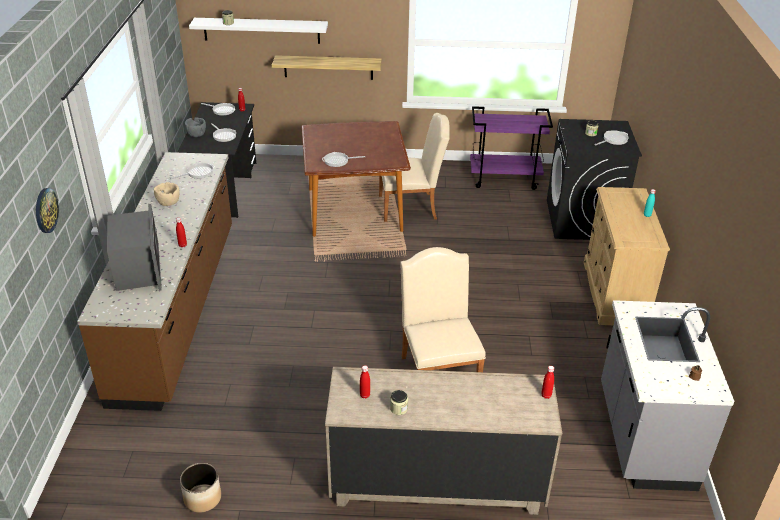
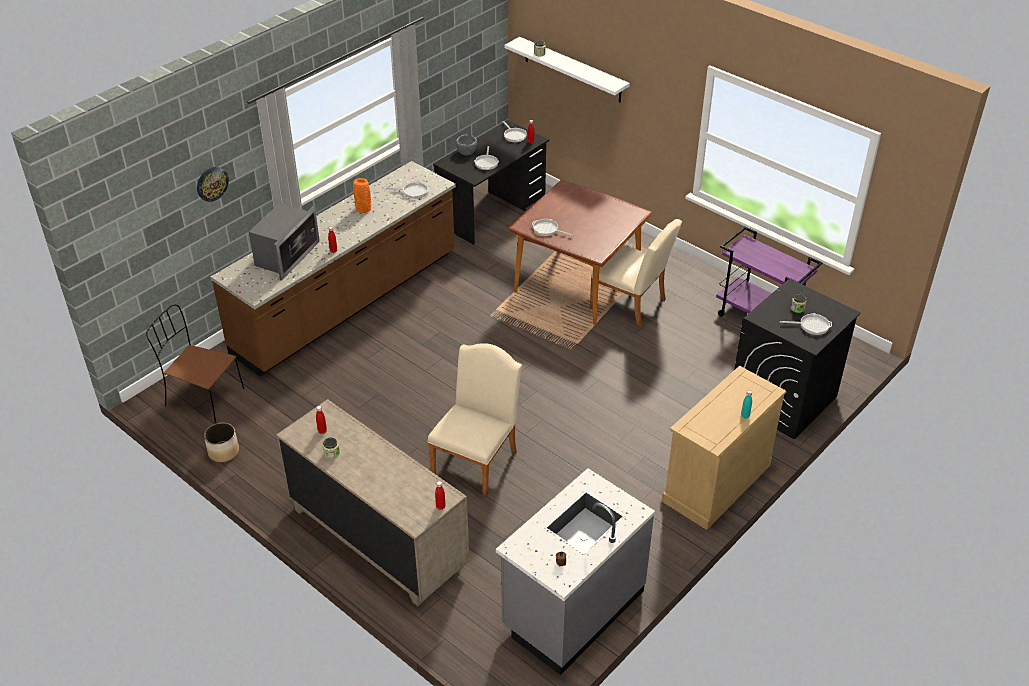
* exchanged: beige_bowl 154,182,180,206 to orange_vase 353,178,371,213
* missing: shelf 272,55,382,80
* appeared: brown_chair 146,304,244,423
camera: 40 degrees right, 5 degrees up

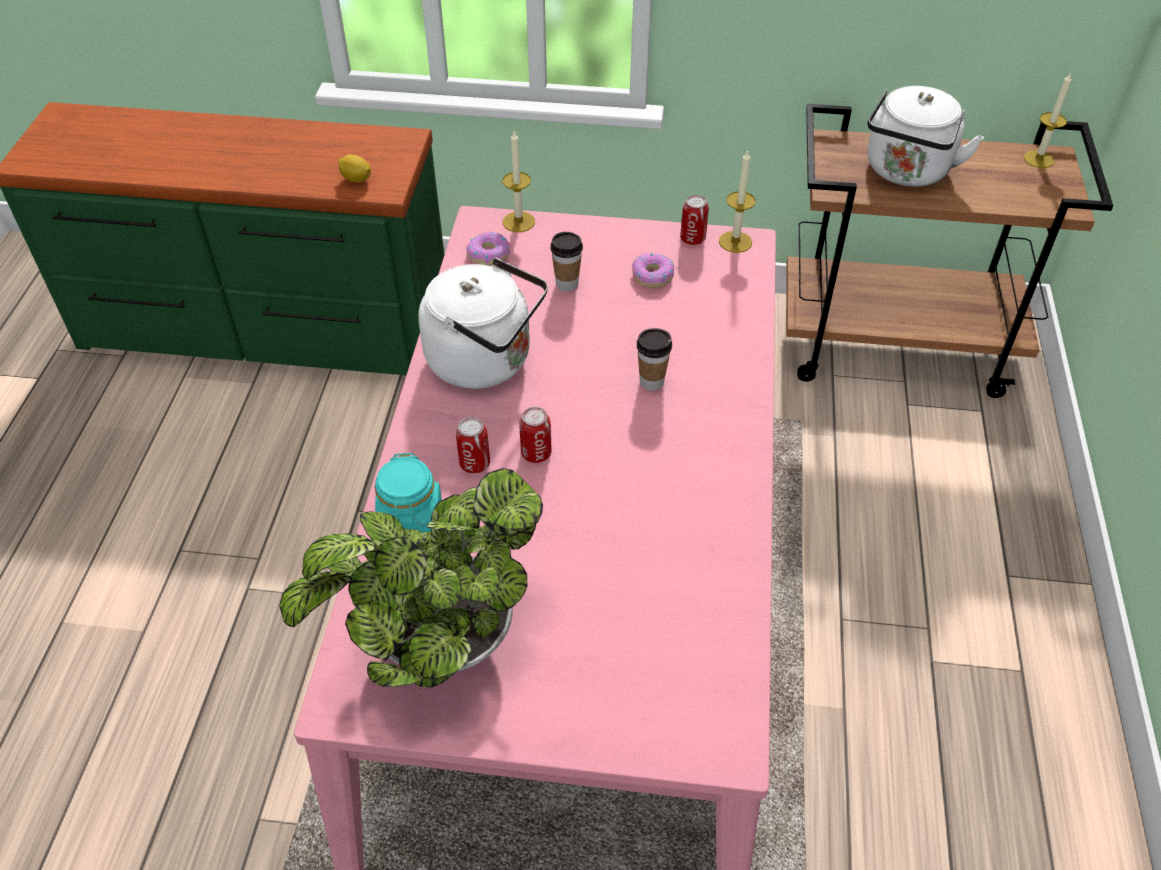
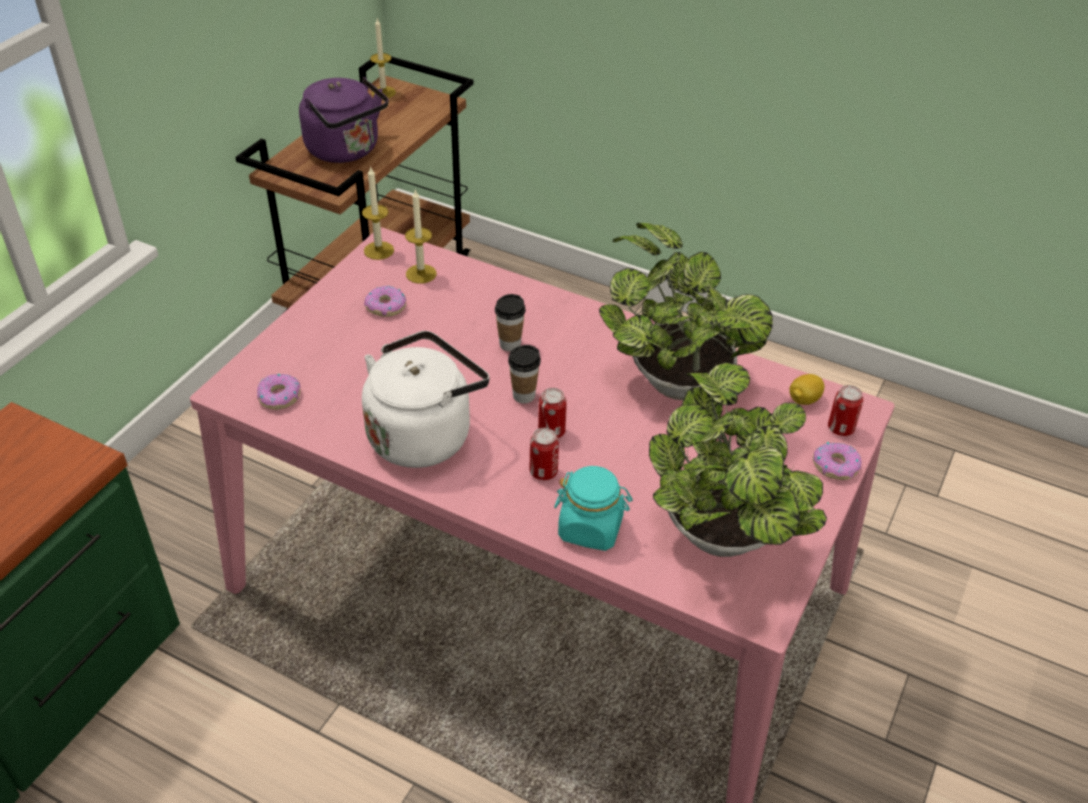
* relocated: lemon 338,154,371,182 to 789,374,825,405
* relocated: candle 503,131,535,232 to 405,189,436,284
* relocated: cup 550,232,583,291 to 508,345,541,403
* relocated: can 680,195,709,245 to 828,385,863,436
* colour: white_kettle 867,86,984,187 to purple_kettle 299,76,389,163
* appeared: potted_plant 599,223,773,400
* appeared: donut 813,442,862,480
camera: 70 degrees left, 5 degrees down

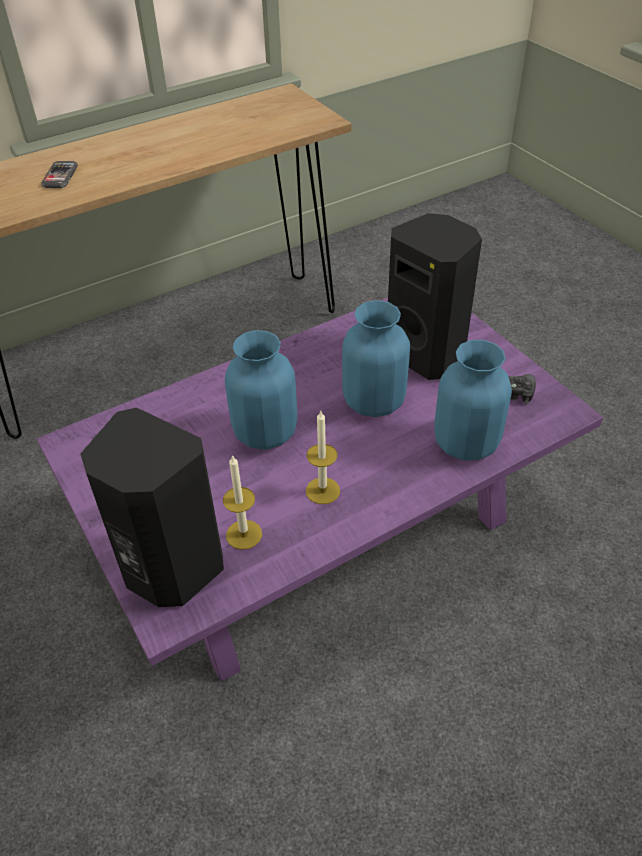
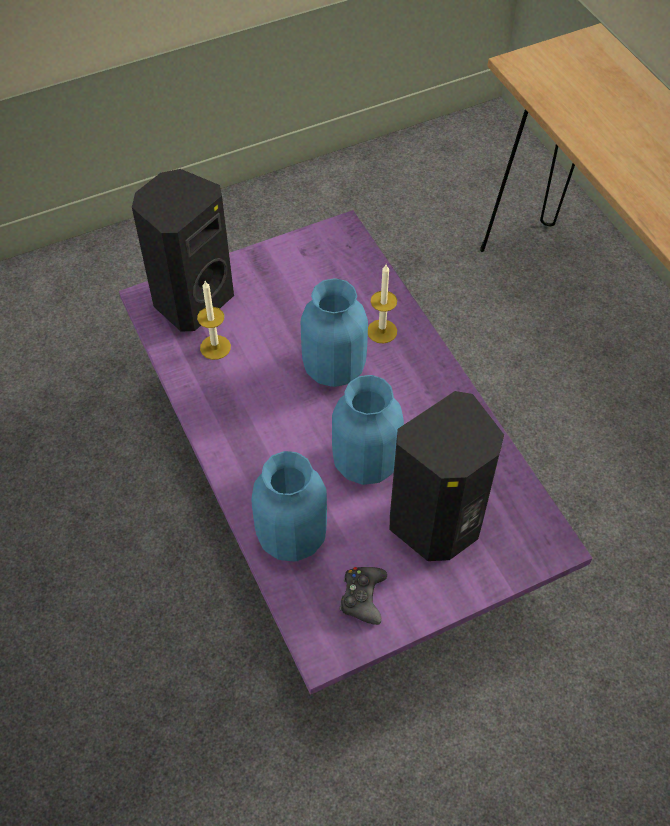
* missing: phone 41,161,78,188
* relocated: candle 306,411,340,504 to 368,265,397,343
camera: 95 degrees right, 10 degrees up

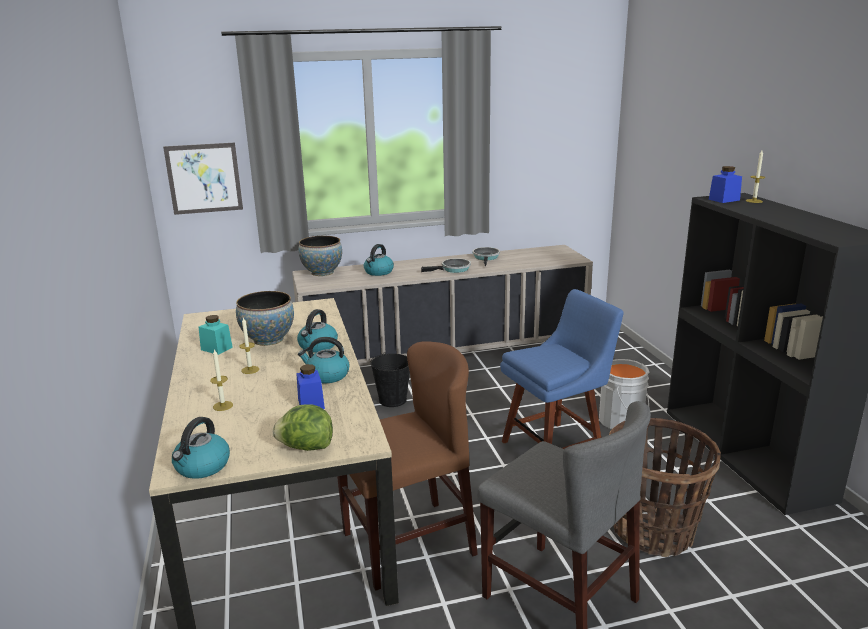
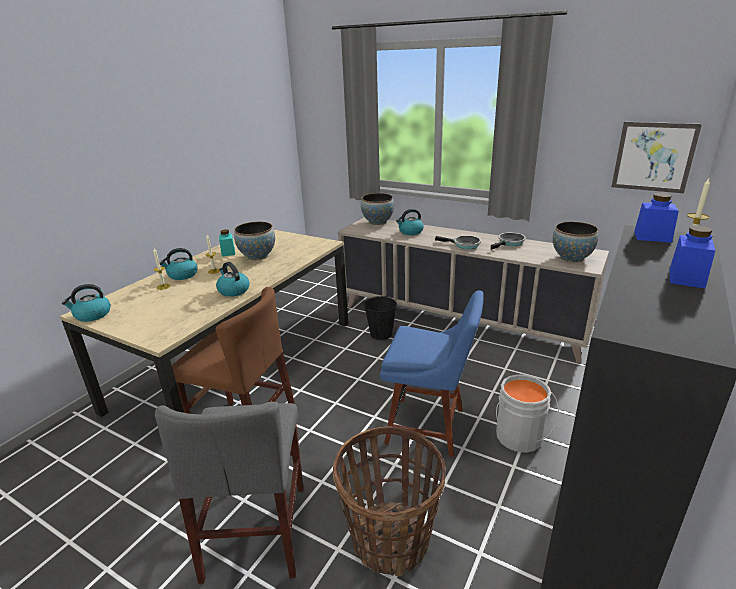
* relocated: picture 163,143,243,215 to 611,122,702,193
* missing: lettuce 273,404,333,451
* relocated: blue_jar 296,364,325,409 to 669,226,715,289
* relocated: kettle 297,309,338,352 to 159,248,198,280
* appeared: bowl 553,222,598,263
camera: 45 degrees right, 5 degrees up

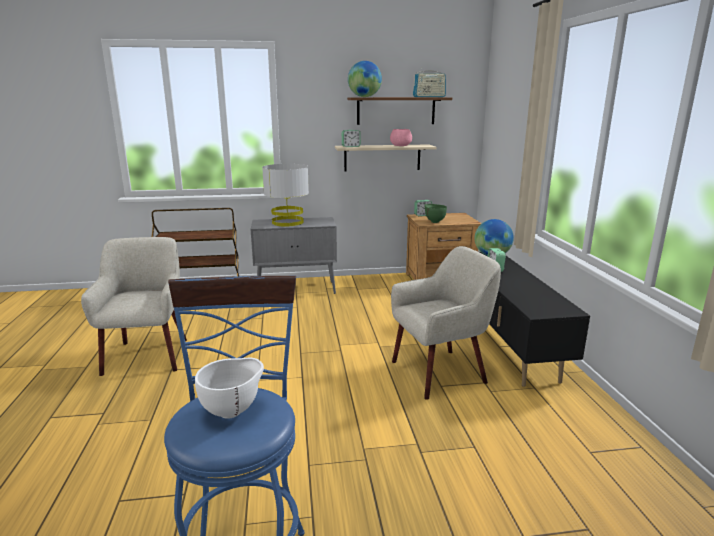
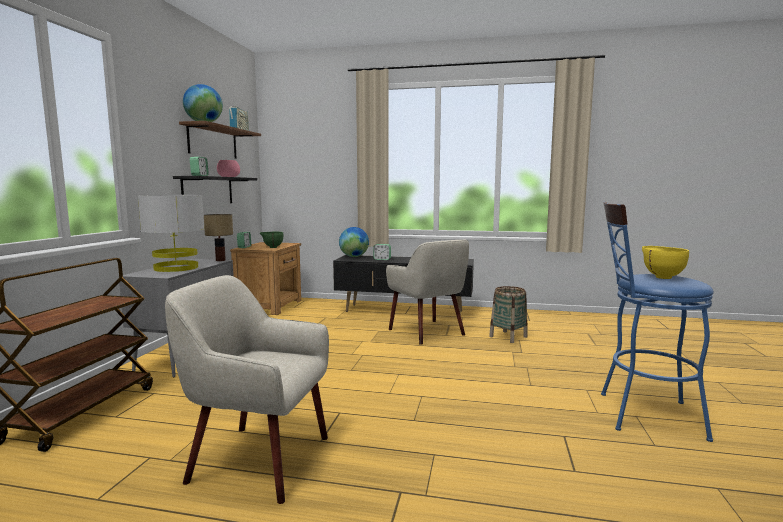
* colour: white_bowl 195,358,264,419 to yellow_bowl 642,246,689,279
* colour: beige_shelf 335,145,437,172 to black_shelf 173,176,257,203
* spun: beige_armchair 391,246,501,400 = 386,240,469,345 150 degrees clockwise
* appeared: table_lamp 204,214,233,261
* appeared: basket 489,286,528,343
camera: 70 degrees left, 10 degrees down

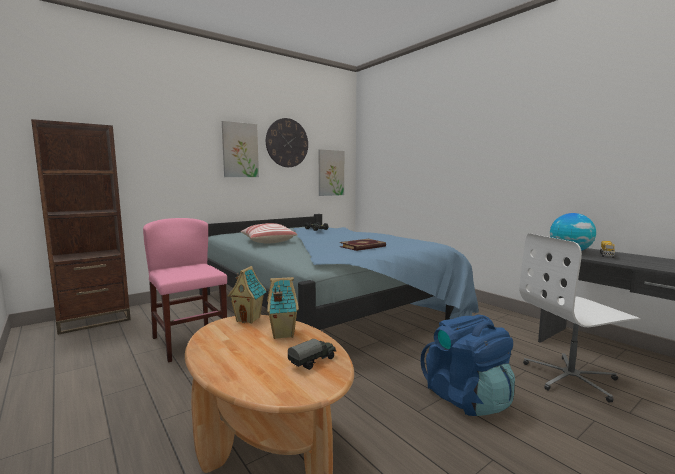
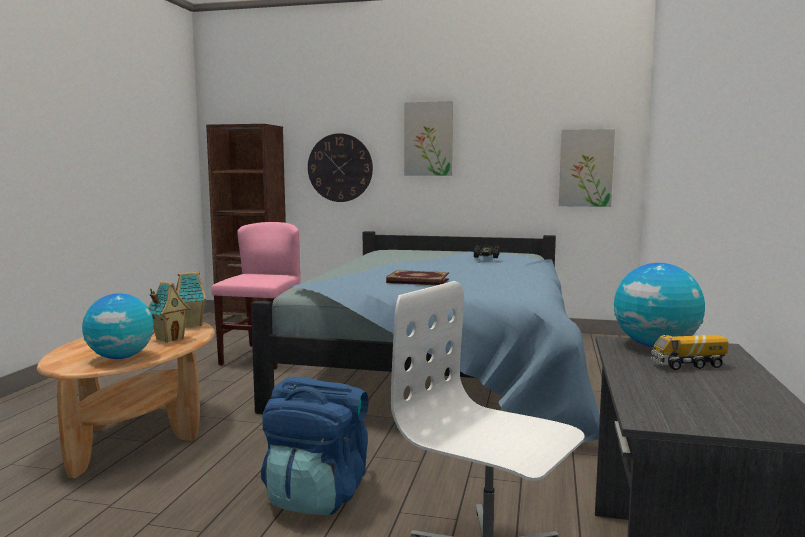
* missing: pillow 240,223,297,243
* relocated: wall_clock 266,118,308,167 to 308,133,373,202
* exchanged: toy_truck 288,339,336,370 to globe 82,293,154,359
camera: 50 degrees right, 0 degrees up

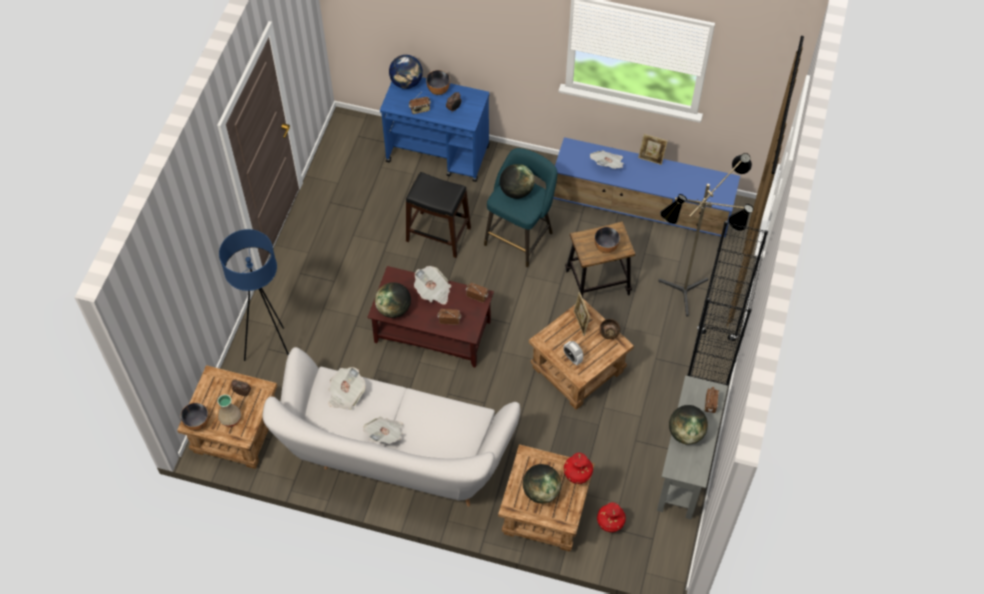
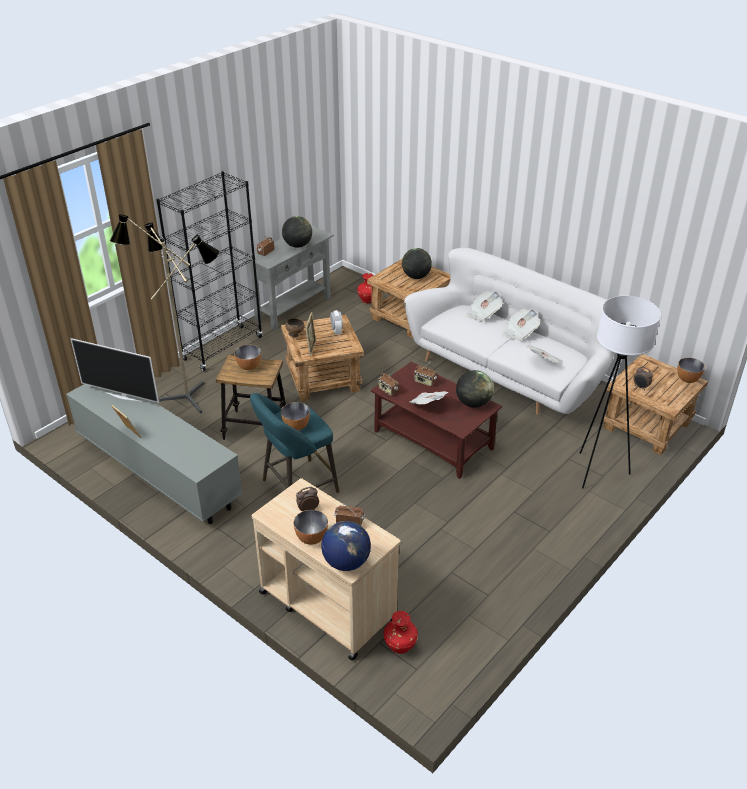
* missing: beige_vase 217,394,241,427
* colour: blue_floor_lamp 219,229,289,361 to white_floor_lamp 580,296,661,488
* colour: blue_cart 380,77,490,182 to beige_cart 252,478,401,661
* missing: black_stool 406,172,471,258
* exchanged: globe 500,164,534,199 to bowl 281,402,310,431
* colour: blue_tv_stand 553,137,740,237 to grey_tv_stand 66,384,243,524
* relocated: red_vase 564,453,593,484 to 384,611,418,654
* relocated: newspaper 590,150,624,169 to 466,291,502,322
* appeared: television 71,338,159,403
camera: 155 degrees left, 20 degrees down

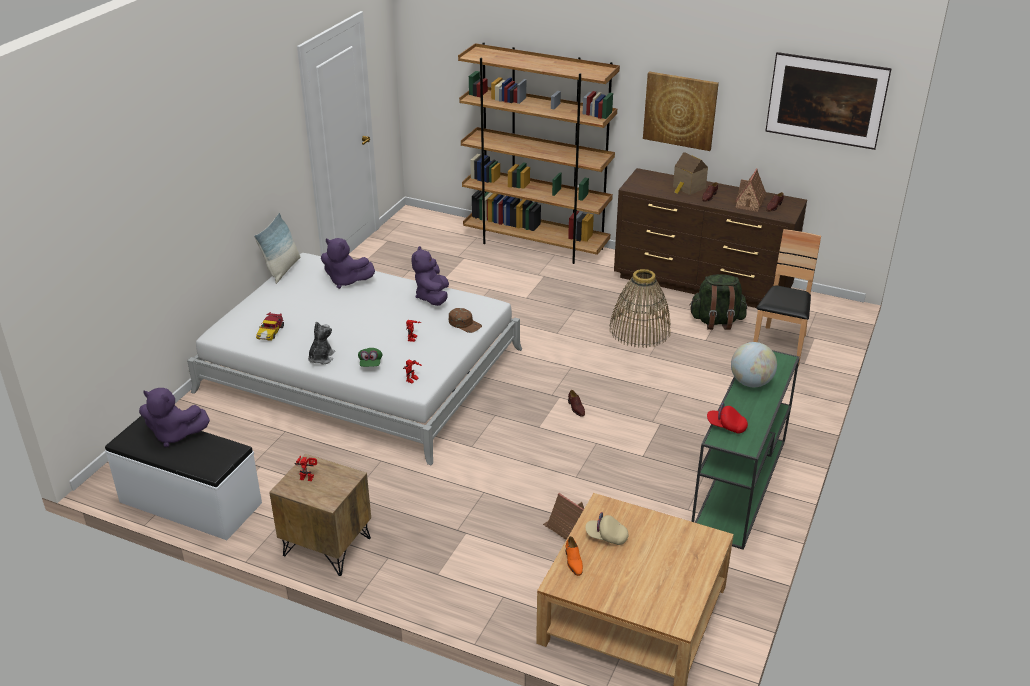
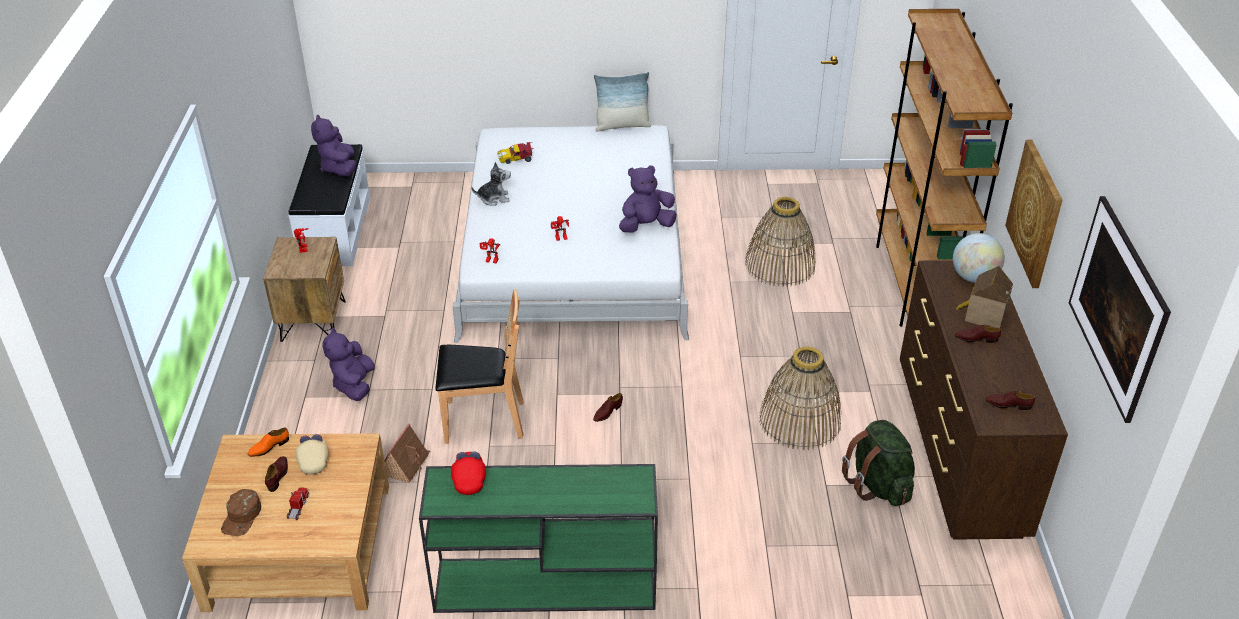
* relocated: purple_plush_toy 321,238,375,289 to 322,328,375,401
* missing: green_cap 358,348,383,367
* relocated: brown_cap 449,308,482,333 to 221,489,261,536
* relocated: globe 731,342,777,387 to 953,233,1005,283
* missing: toy_house 735,168,767,212
* relocated: brown_chair 753,229,821,366 to 435,289,524,444
* appeared: brown_shoe 265,456,288,492
* appeared: toy_truck 287,487,309,520
* appeared: basket 745,197,816,287
camera: 65 degrees right, 5 degrees up

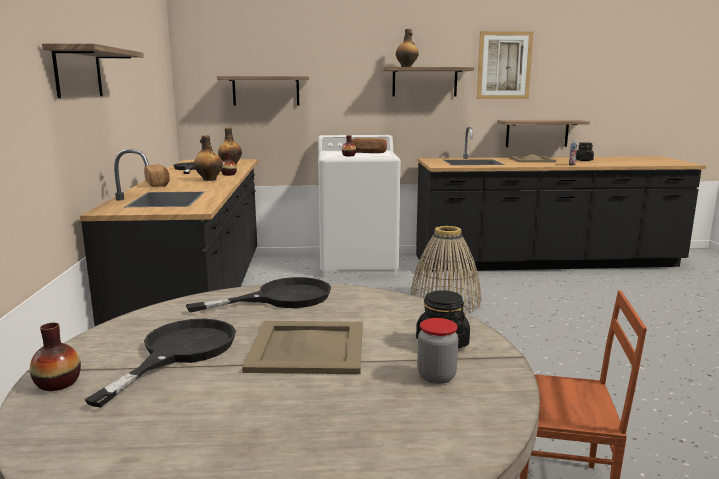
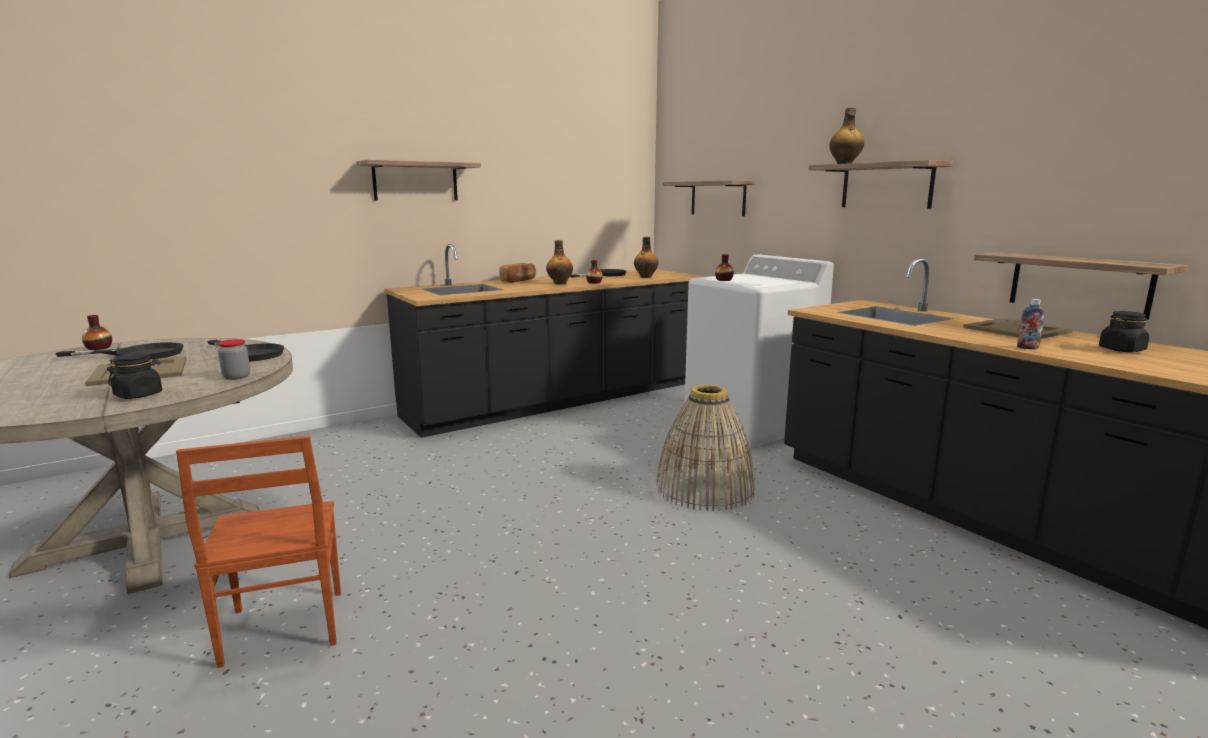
* missing: bread 351,138,387,153
* relocated: jar 417,318,458,384 to 218,339,250,380
* missing: picture 477,31,533,99
camera: 60 degrees right, 0 degrees up

